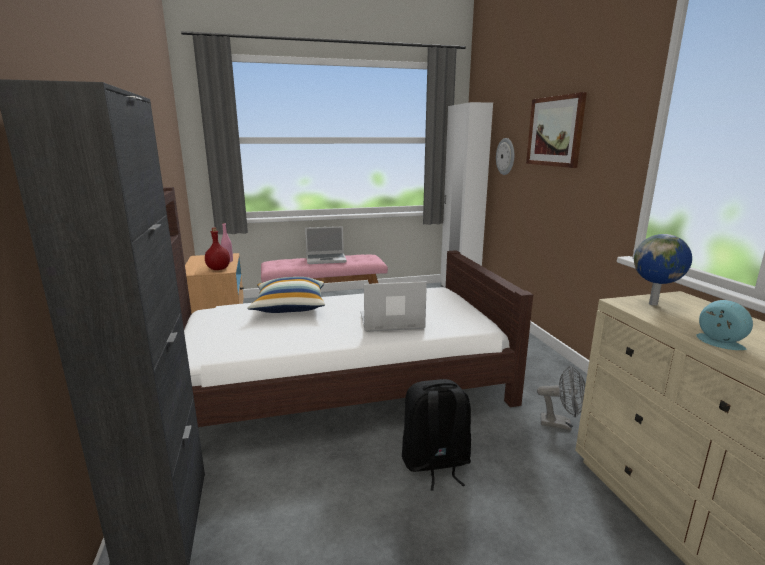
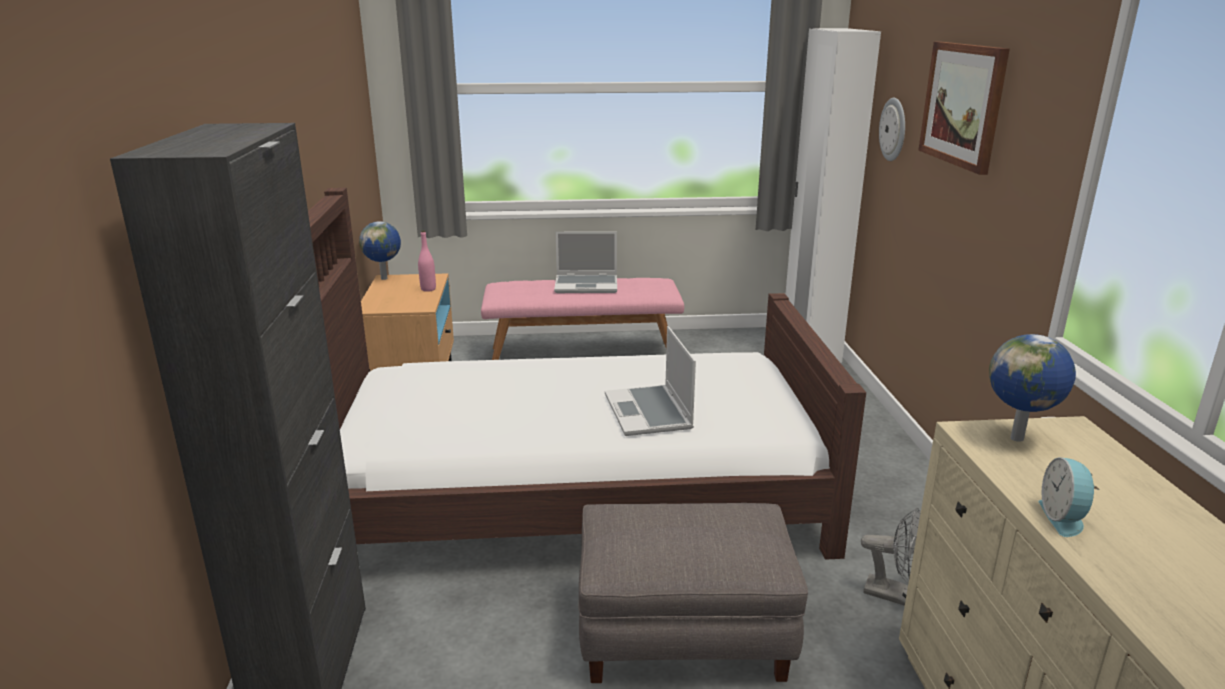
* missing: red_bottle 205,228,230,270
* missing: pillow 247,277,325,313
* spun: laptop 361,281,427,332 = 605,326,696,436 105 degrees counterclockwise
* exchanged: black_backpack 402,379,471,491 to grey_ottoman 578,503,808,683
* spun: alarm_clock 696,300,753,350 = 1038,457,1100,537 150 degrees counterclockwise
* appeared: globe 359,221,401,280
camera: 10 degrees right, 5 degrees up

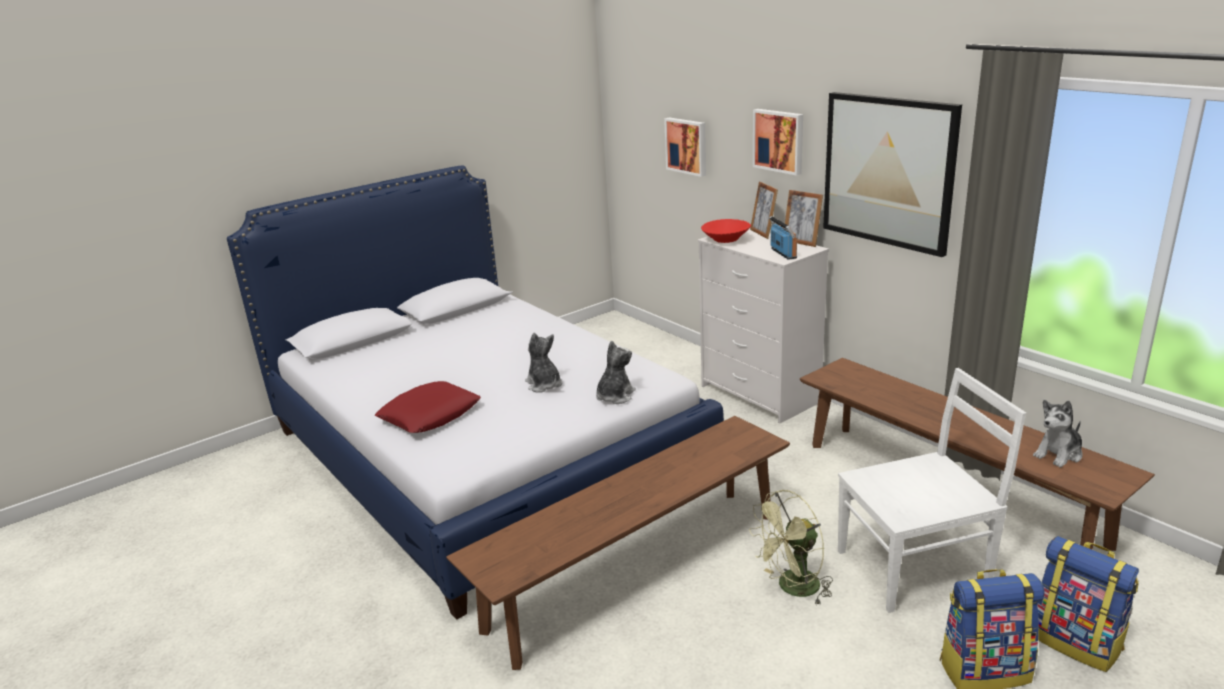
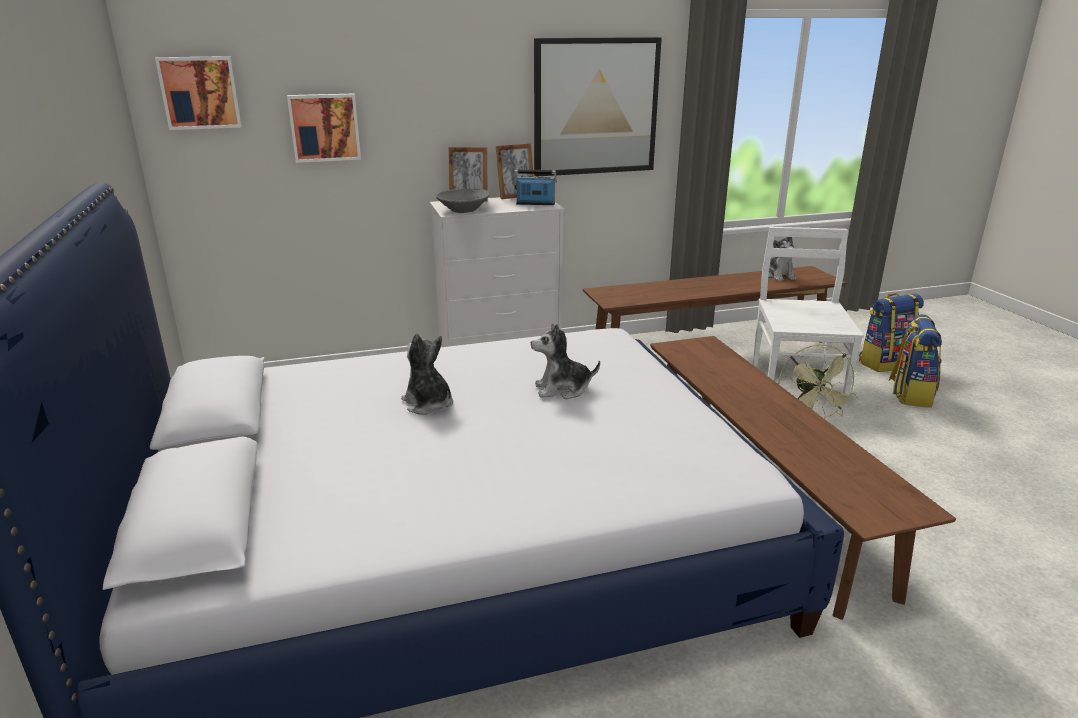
* missing: red_pillow 375,381,481,433
* relocated: plush_toy 596,340,636,404 to 401,333,453,415
* colour: red_bowl 701,219,751,243 to grey_bowl 436,188,490,213
* relocated: picture 753,109,803,176 to 155,56,242,130
camera: 70 degrees left, 0 degrees up

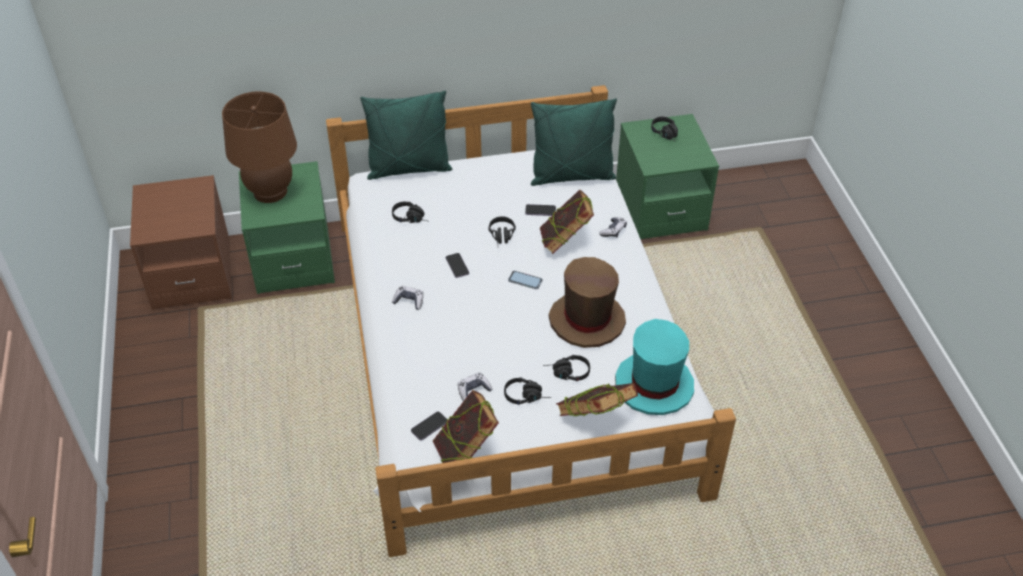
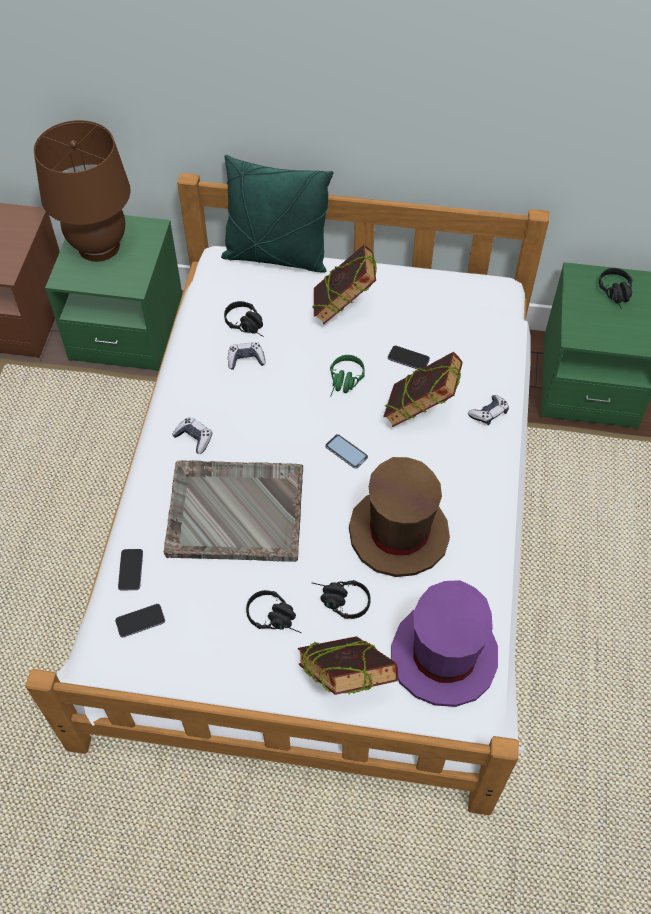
* relocated: book 433,390,499,463 to 312,245,377,324
* relocated: phone 446,253,469,278 to 118,549,143,591
* relocated: game_controller 458,373,492,401 to 228,342,266,370
* colour: black_headphones 488,216,516,244 to green_headphones 330,355,365,397
* missing: green_pillow 531,98,617,186
* colour: turquoise_hat 615,319,694,415 to purple_hat 391,580,498,707
* appeared: grey_tray 164,460,303,562
camera: 20 degrees right, 10 degrees up

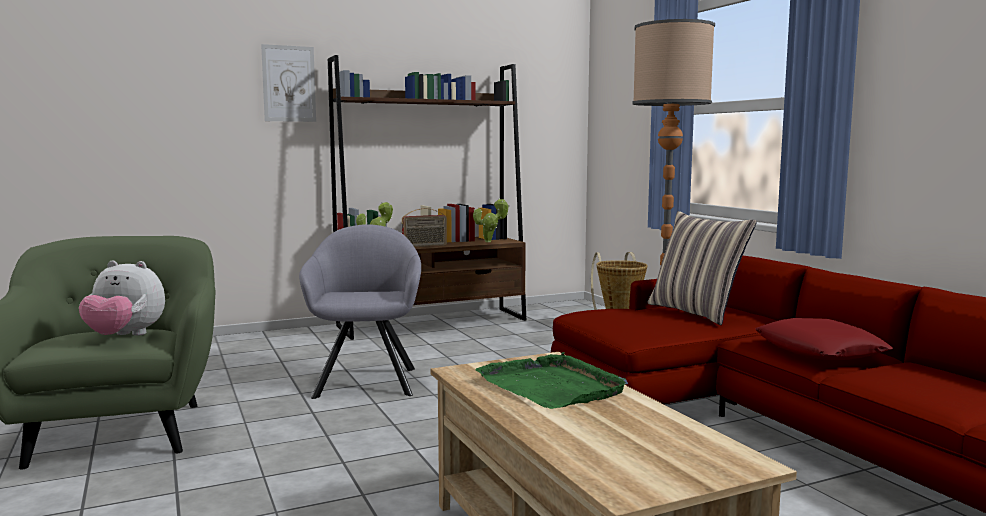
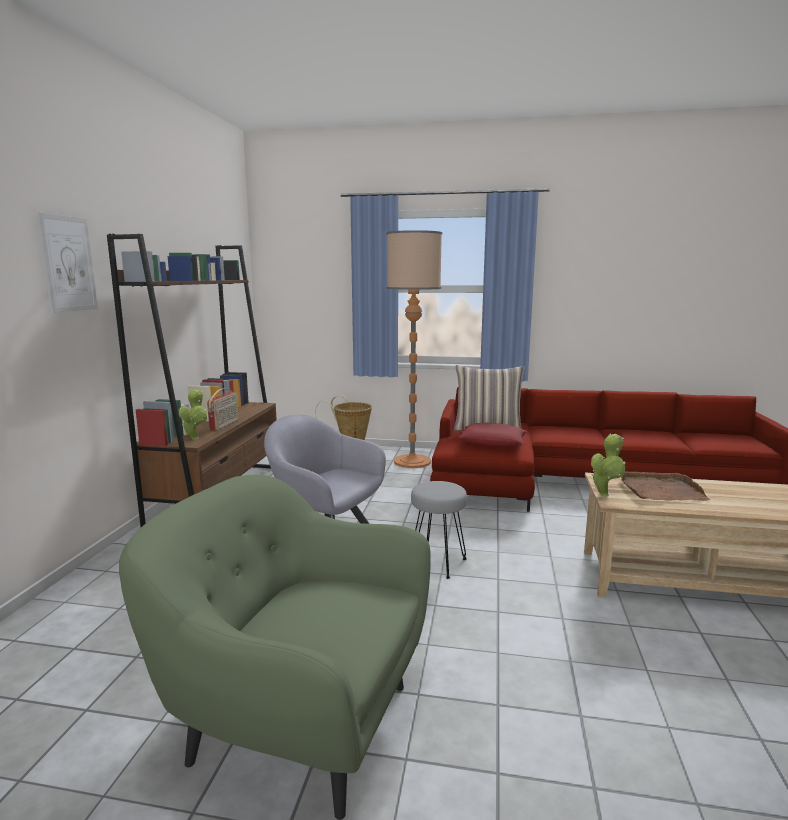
* missing: plush_toy 79,260,165,336
* relocated: potted_plant 473,198,510,242 to 591,433,625,496
* colour: green_tray 475,352,628,409 to brown_tray 621,472,710,501
* relocated: red_pillow 755,318,893,360 to 459,422,527,447
* appeared: grey_stool 411,481,467,579
camera: 55 degrees left, 5 degrees up

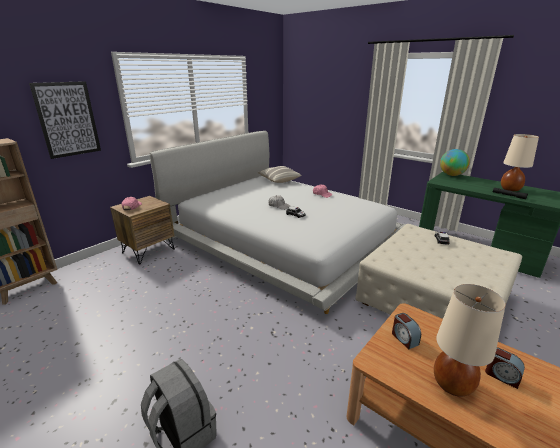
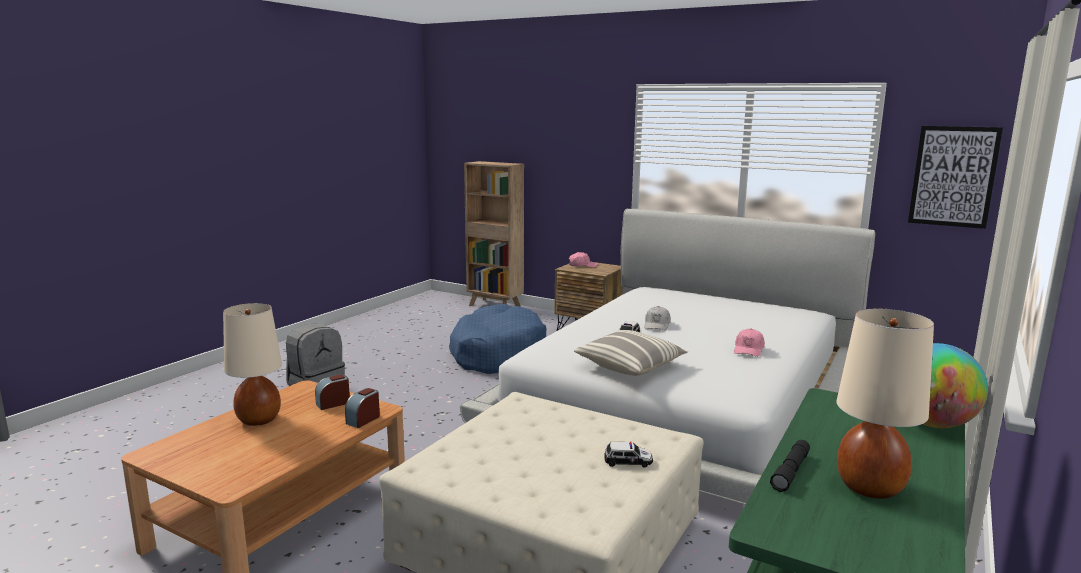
* relocated: picture 29,81,101,159 to 908,126,1003,229
* relocated: pillow 257,166,302,183 to 574,330,688,376
* relocated: alarm_clock 485,347,525,389 to 345,388,380,428
* appeared: blue_dog_bed 449,304,546,374
camera: 80 degrees right, 10 degrees down

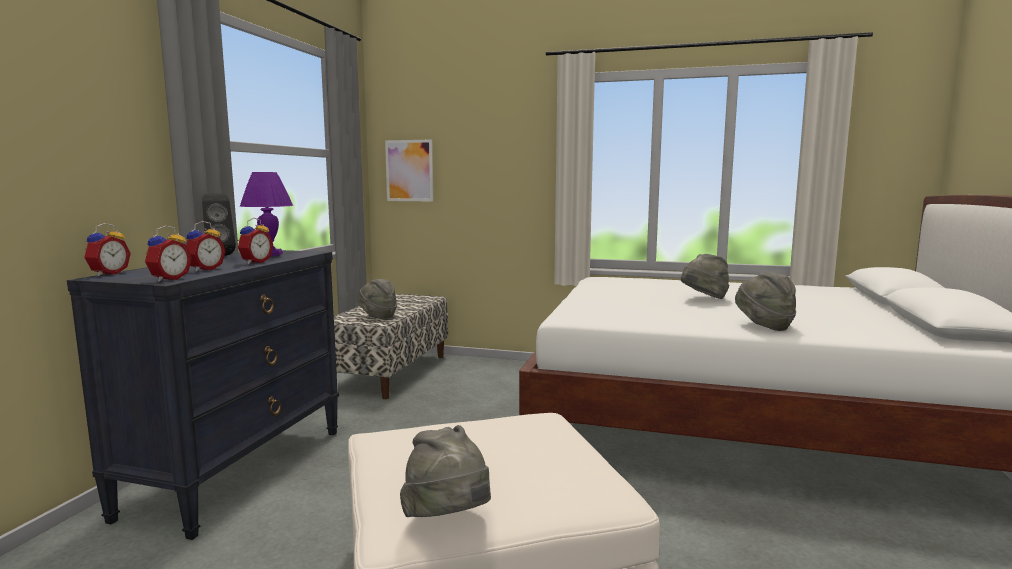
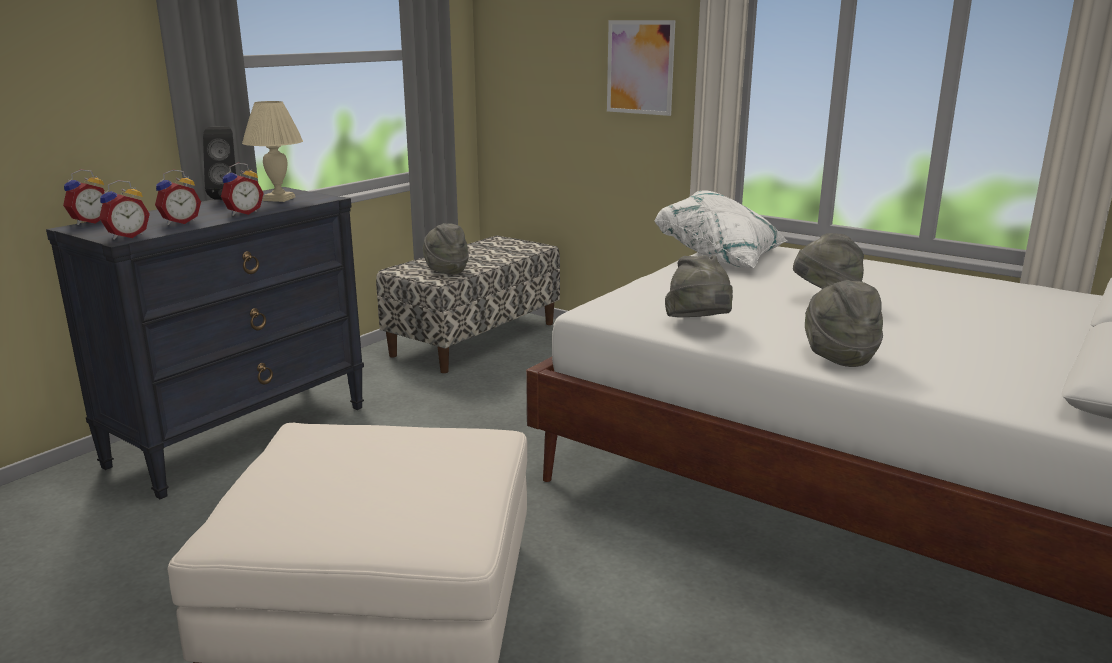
* colour: purple_table_lamp 240,172,293,256 to beige_table_lamp 242,101,303,202
* relocated: picture 385,139,433,201 to 607,20,675,116
* relocated: grey_hat 400,425,491,517 to 665,255,733,317
* appeared: white_pillow 654,191,787,268
camera: 20 degrees right, 10 degrees up

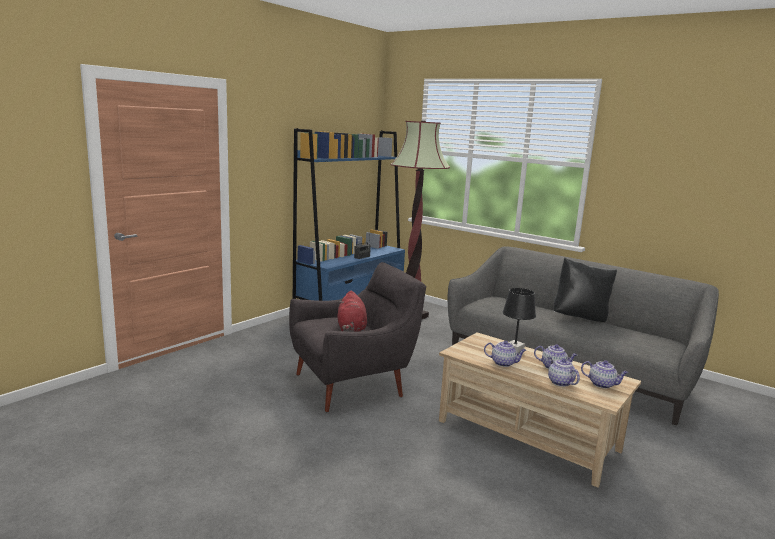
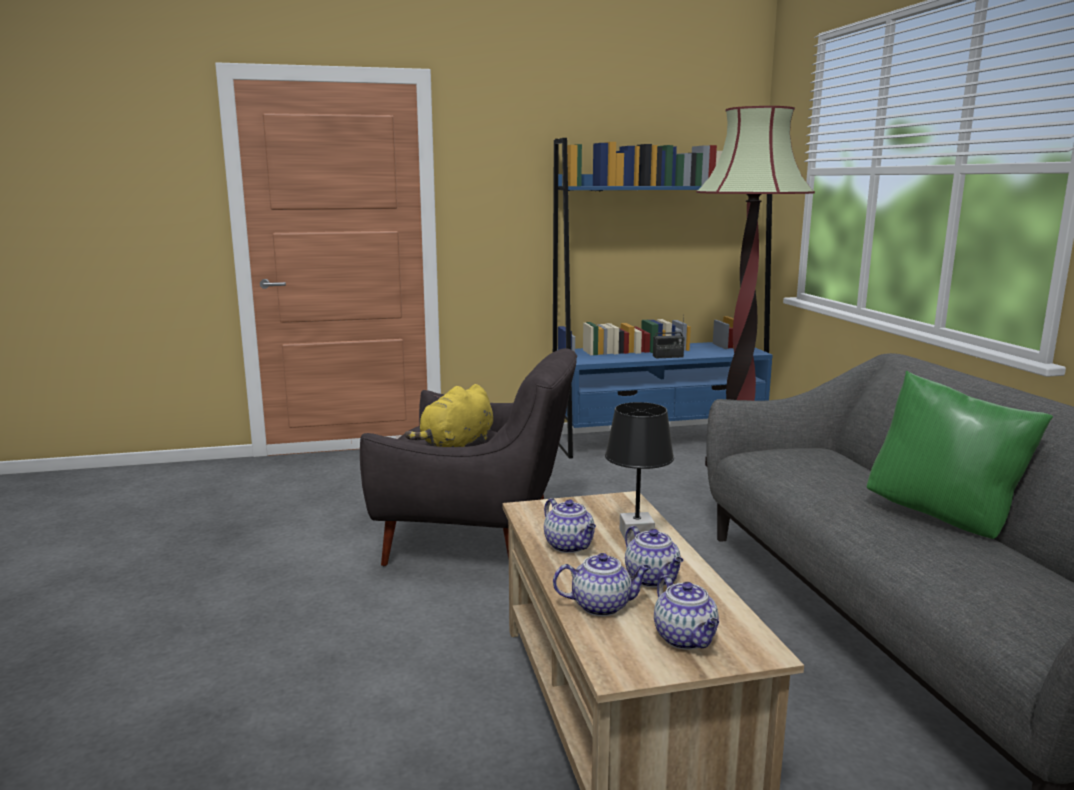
* colour: red_plush_toy 337,291,367,332 to yellow_plush_toy 405,384,493,447
* spun: teapot 547,357,580,387 = 553,553,651,616 75 degrees clockwise
* colour: black_pillow 554,258,617,322 to green_pillow 867,371,1053,539
camera: 40 degrees right, 0 degrees up

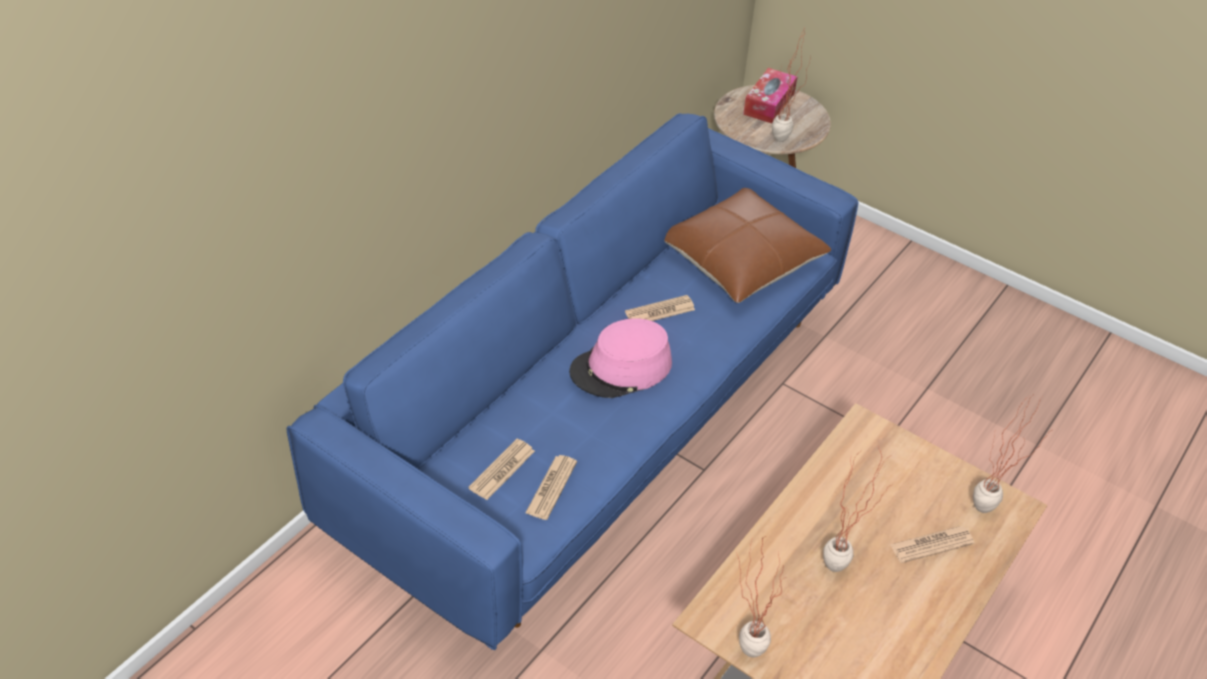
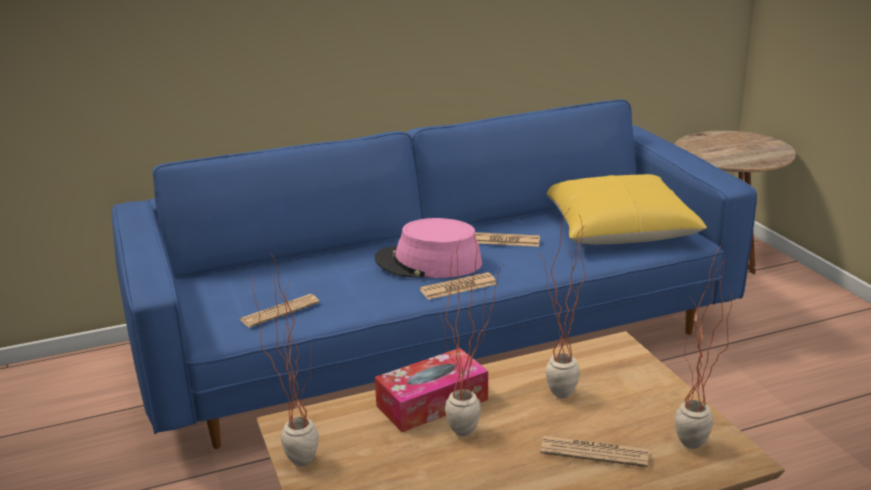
* relocated: newspaper 468,439,535,500 to 420,272,497,300
* colour: brown_pillow 664,188,831,303 to yellow_pillow 547,174,707,245
* relocated: tissue_box 743,68,797,123 to 375,348,488,432
* relocated: potted_plant 772,29,811,142 to 539,211,585,398
camera: 35 degrees right, 20 degrees down

